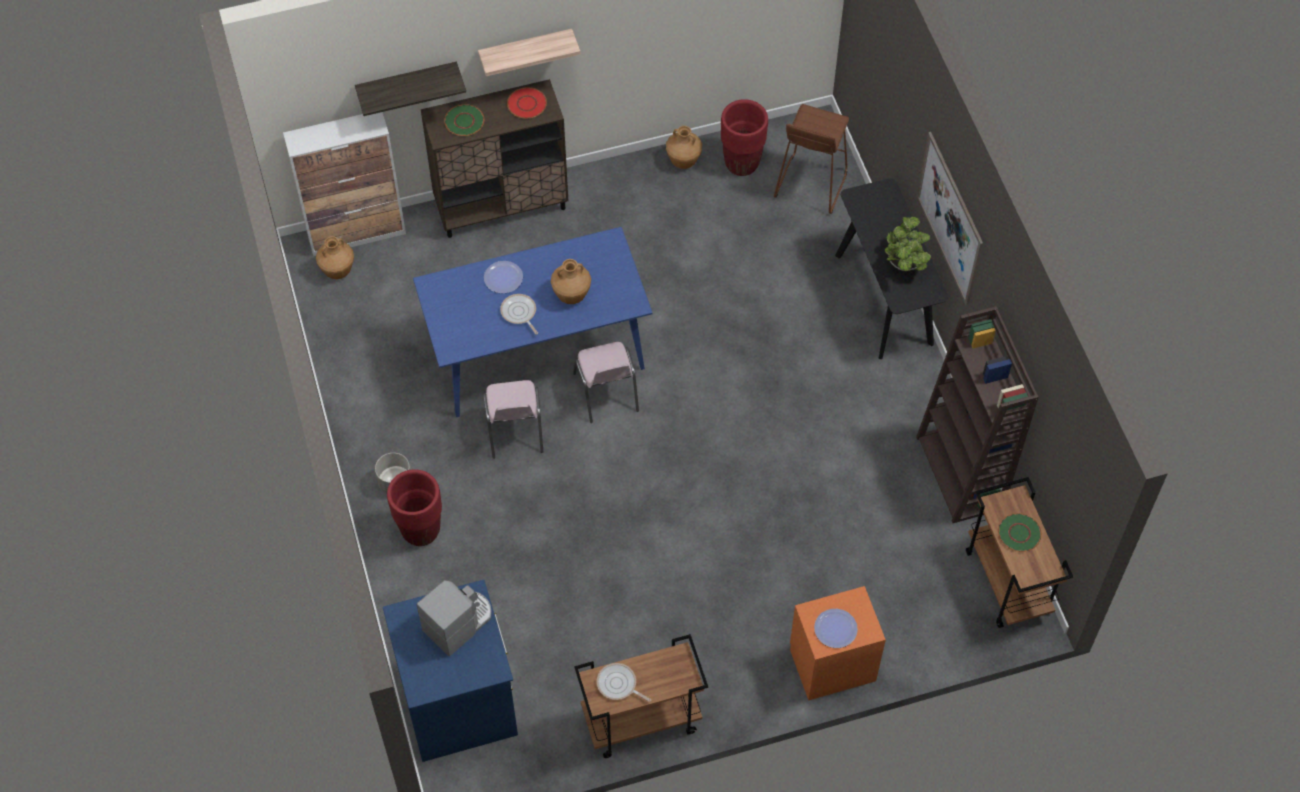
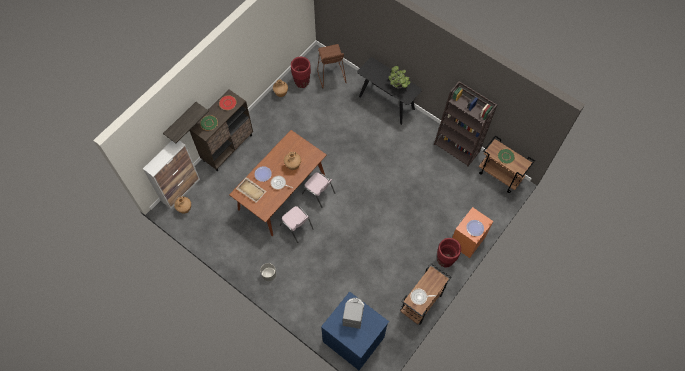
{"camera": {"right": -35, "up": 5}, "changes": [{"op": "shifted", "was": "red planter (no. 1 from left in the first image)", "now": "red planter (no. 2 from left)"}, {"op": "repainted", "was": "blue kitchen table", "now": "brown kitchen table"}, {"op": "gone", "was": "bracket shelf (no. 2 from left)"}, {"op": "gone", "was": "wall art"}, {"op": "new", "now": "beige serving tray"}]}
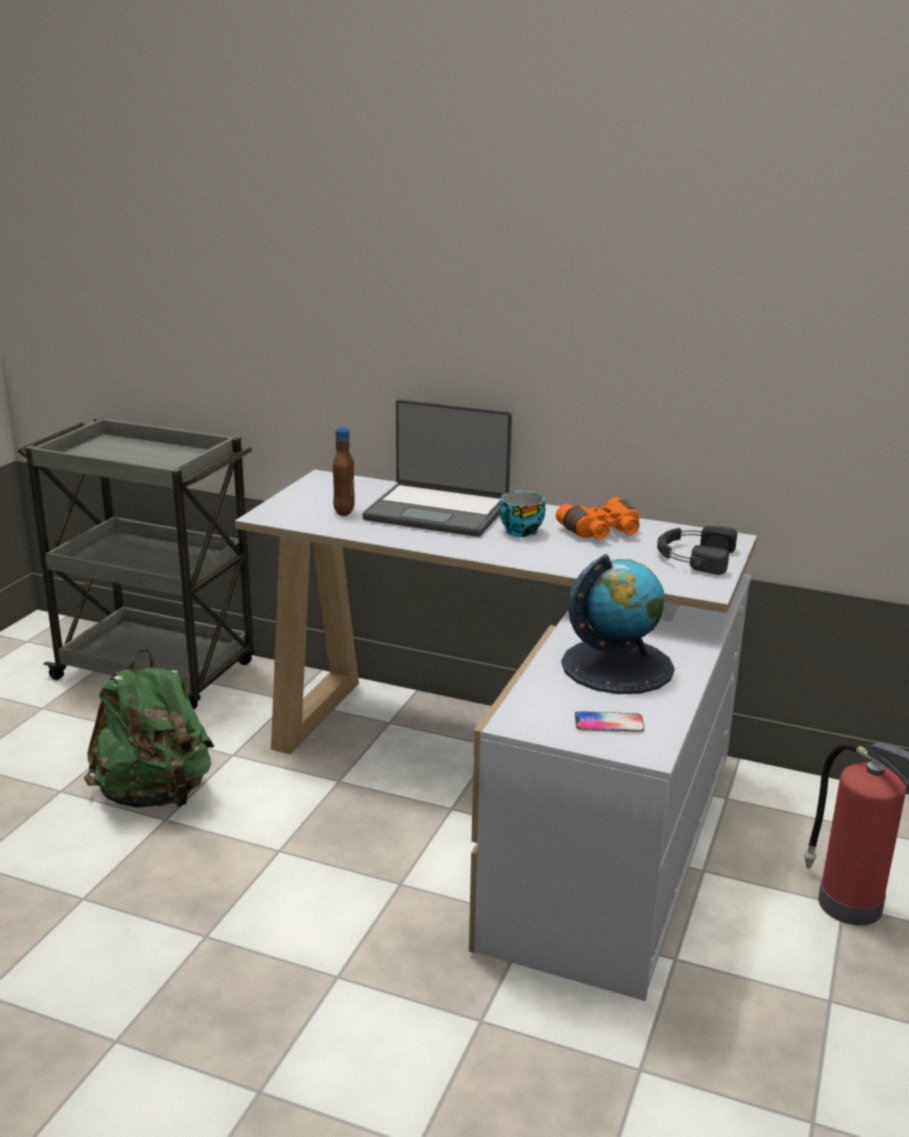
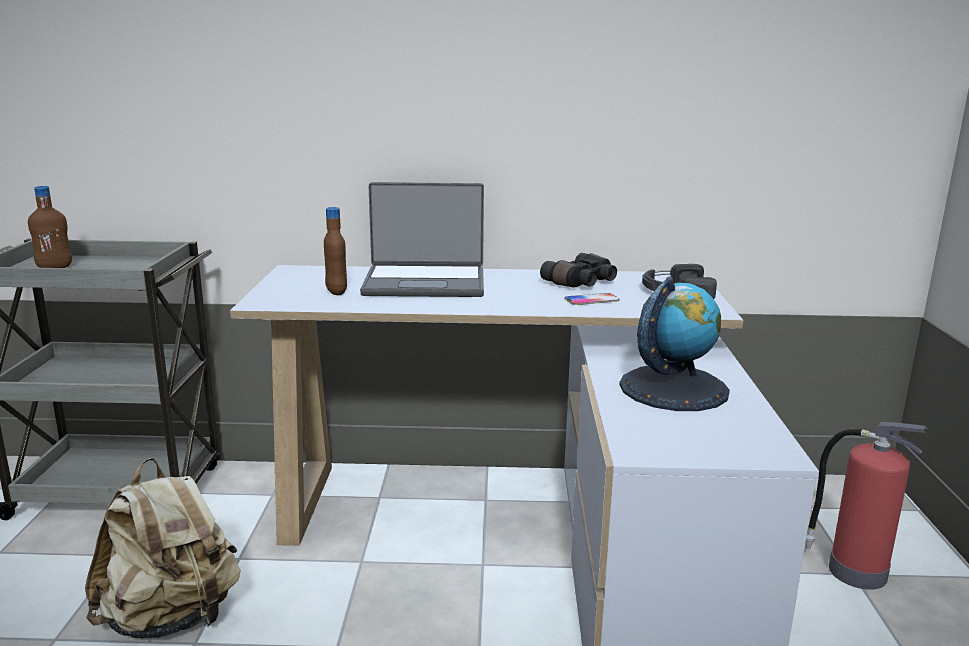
{"camera": {"right": -20, "up": -5}, "changes": [{"op": "repainted", "was": "green-coloured rucksack", "now": "beige rucksack"}, {"op": "gone", "was": "cup"}, {"op": "repainted", "was": "orange-coloured binoculars", "now": "blackish binoculars"}, {"op": "shifted", "was": "telephone"}, {"op": "new", "now": "brown beverage bottle (no. 1 from left)"}]}
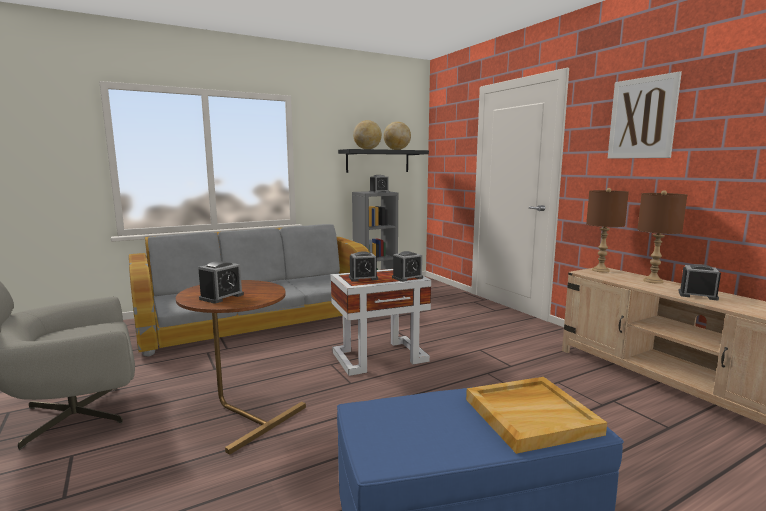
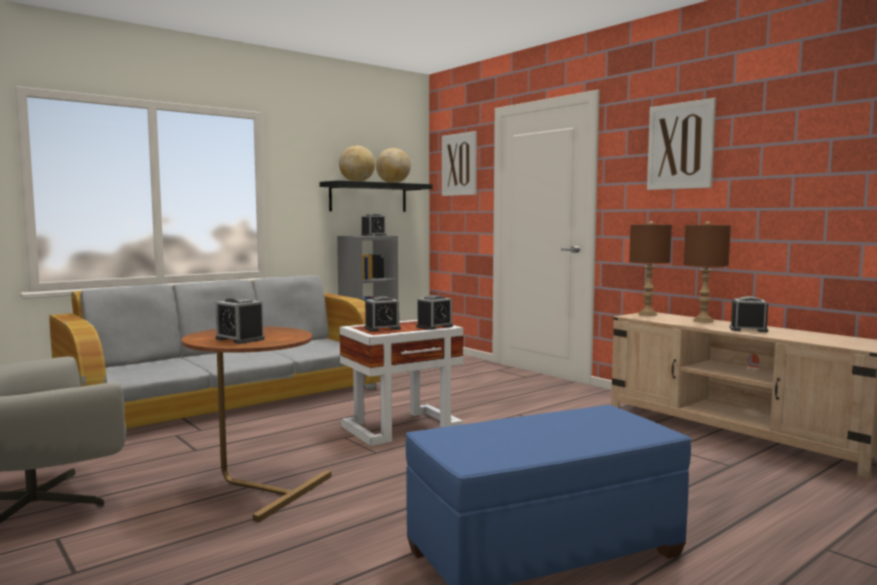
{"camera": {"right": -10, "up": -5}, "changes": [{"op": "rotated", "was": "bedside clock (no. 1 from left)", "clockwise": 105}, {"op": "gone", "was": "beige serving tray"}, {"op": "new", "now": "wall art (no. 1 from left)"}]}
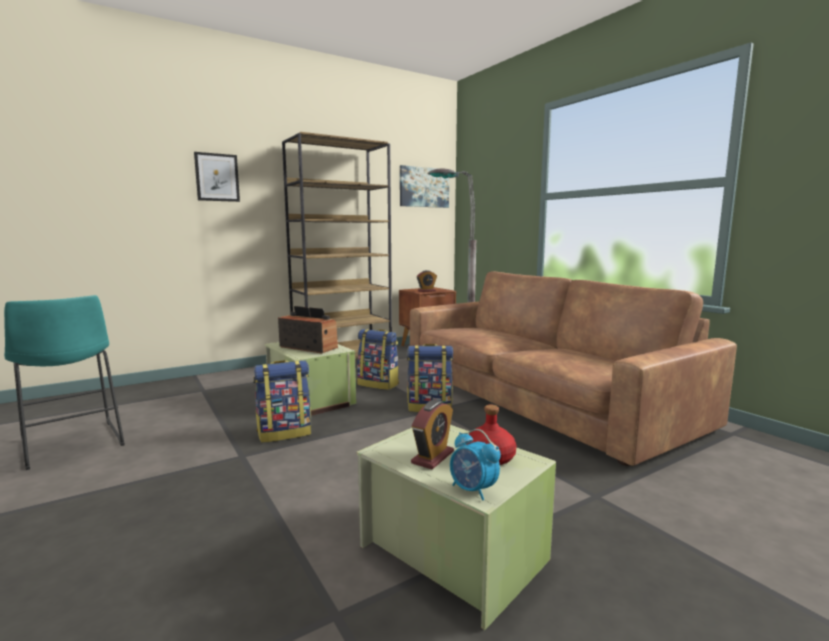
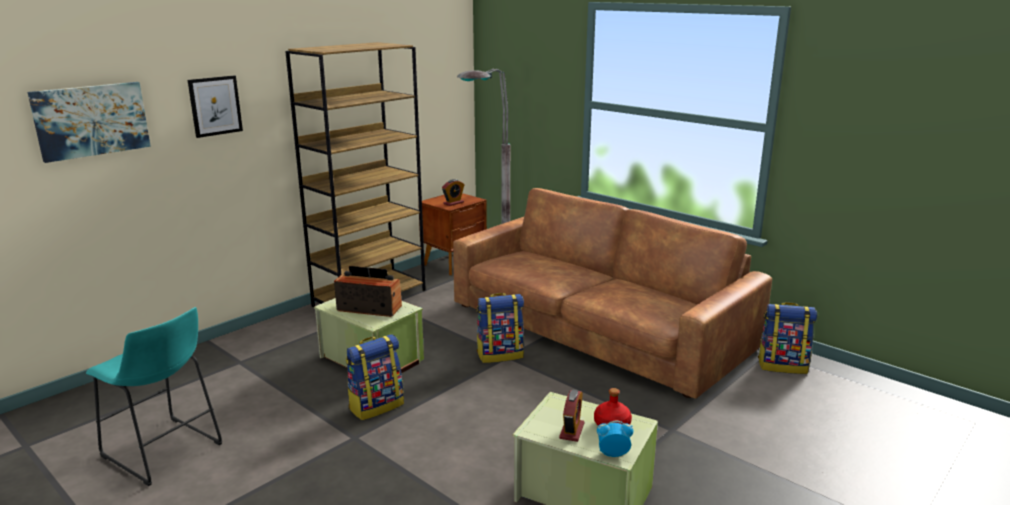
{"camera": {"right": -15, "up": 10}, "changes": [{"op": "shifted", "was": "rucksack (no. 2 from left in the first image)", "now": "rucksack (no. 3 from left)"}, {"op": "shifted", "was": "wall art (no. 2 from left in the first image)", "now": "wall art (no. 1 from left)"}, {"op": "rotated", "was": "bedside clock (no. 3 from left)", "clockwise": 150}]}
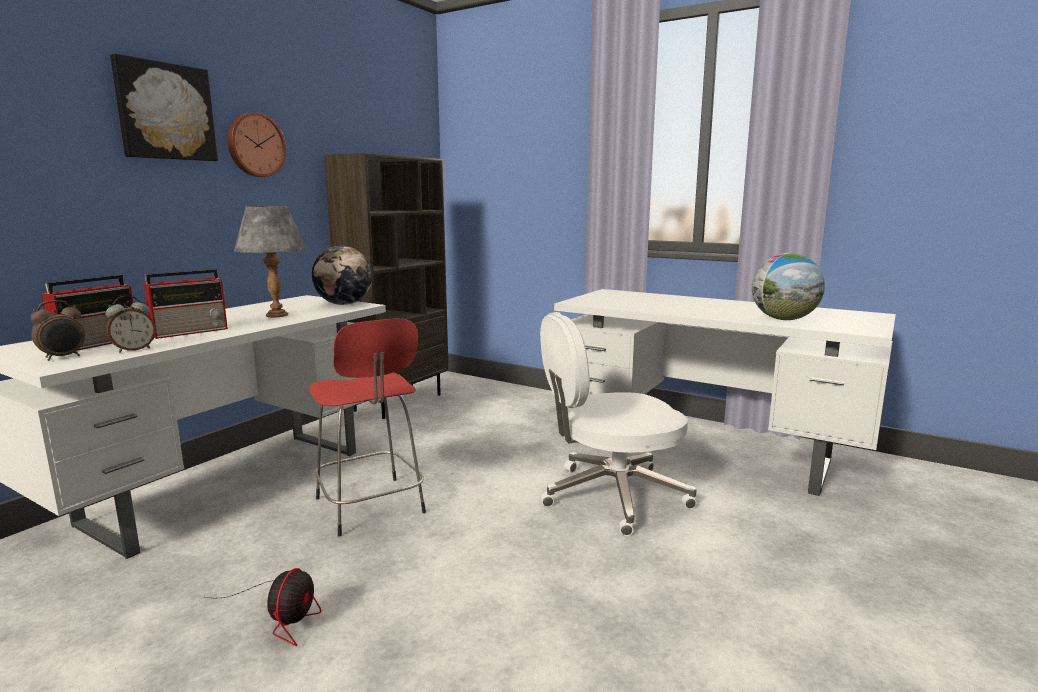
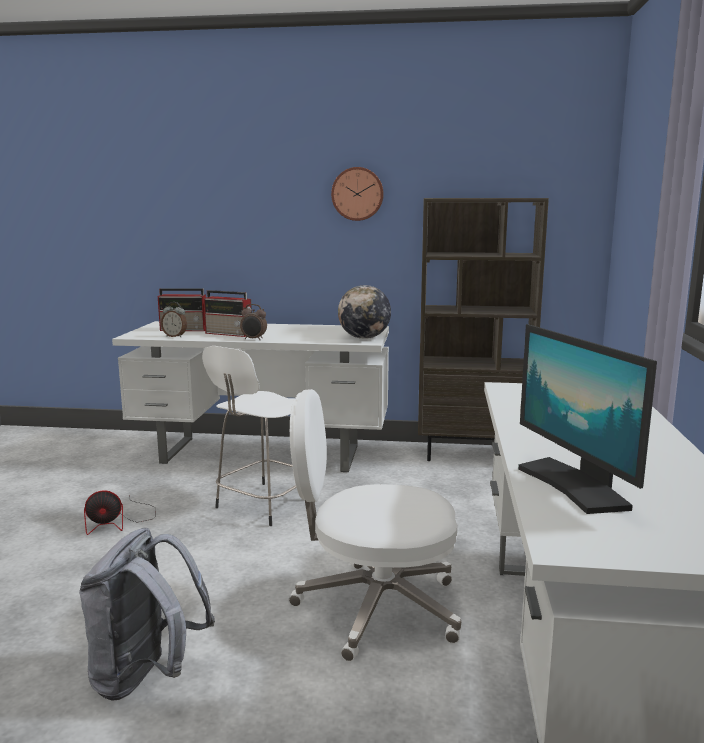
{"camera": {"right": 65, "up": 0}, "changes": [{"op": "shifted", "was": "bedside clock (no. 1 from left in the first image)", "now": "bedside clock (no. 2 from left)"}, {"op": "gone", "was": "wall art"}, {"op": "gone", "was": "gray tabletop lamp"}, {"op": "repainted", "was": "red sitting stool", "now": "white-coloured sitting stool"}, {"op": "rotated", "was": "white-coloured computer chair", "clockwise": -45}, {"op": "swapped", "was": "globe (no. 2 from left)", "now": "computer display"}, {"op": "new", "now": "gray rucksack"}]}
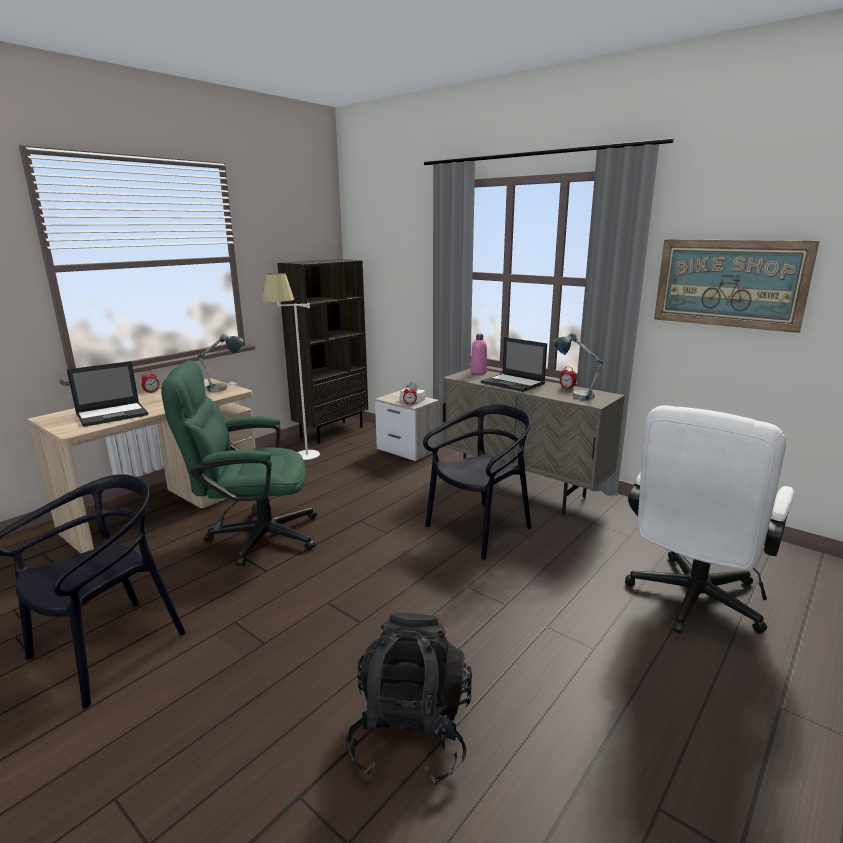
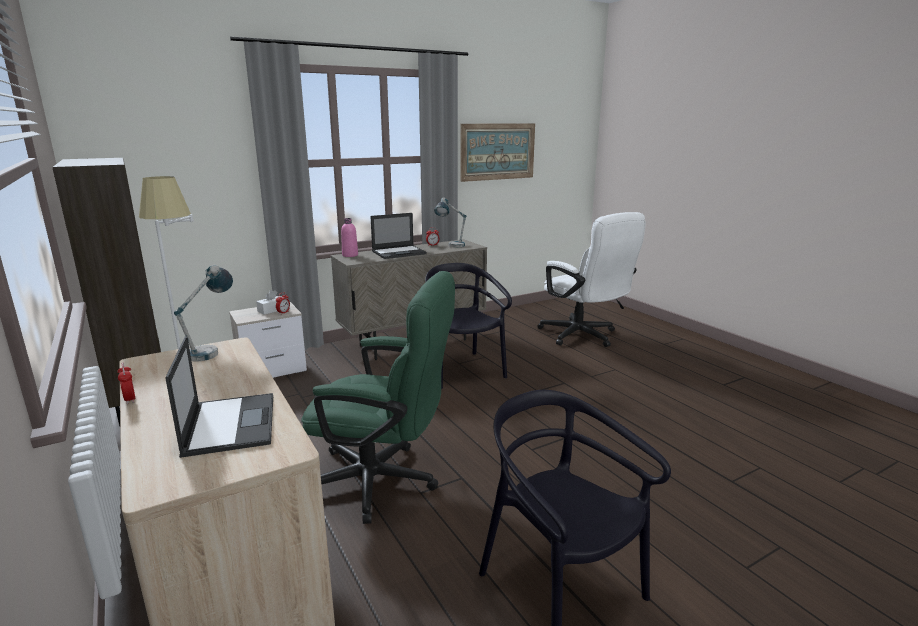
{"camera": {"right": -70, "up": 0}, "changes": [{"op": "rotated", "was": "green-coloured computer chair", "clockwise": -90}, {"op": "gone", "was": "blackish rucksack"}]}
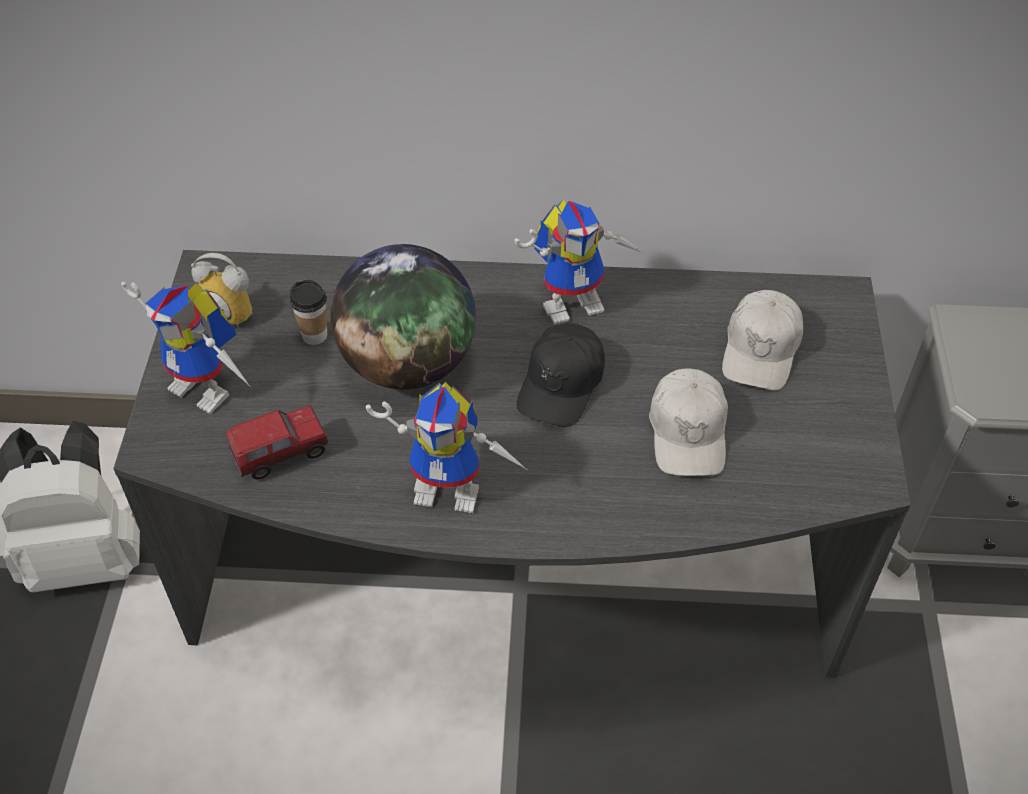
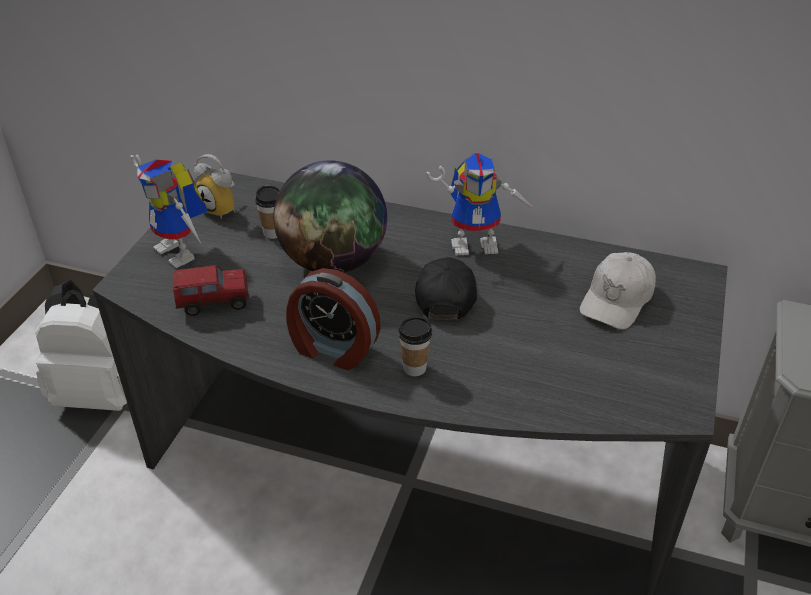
{"camera": {"right": 15, "up": -10}, "changes": [{"op": "swapped", "was": "robot figure (no. 2 from left)", "now": "bedside clock (no. 2 from left)"}, {"op": "rotated", "was": "blackish baseball cap", "clockwise": 150}, {"op": "gone", "was": "white-coloured baseball cap (no. 1 from left)"}, {"op": "new", "now": "cup (no. 2 from left)"}]}
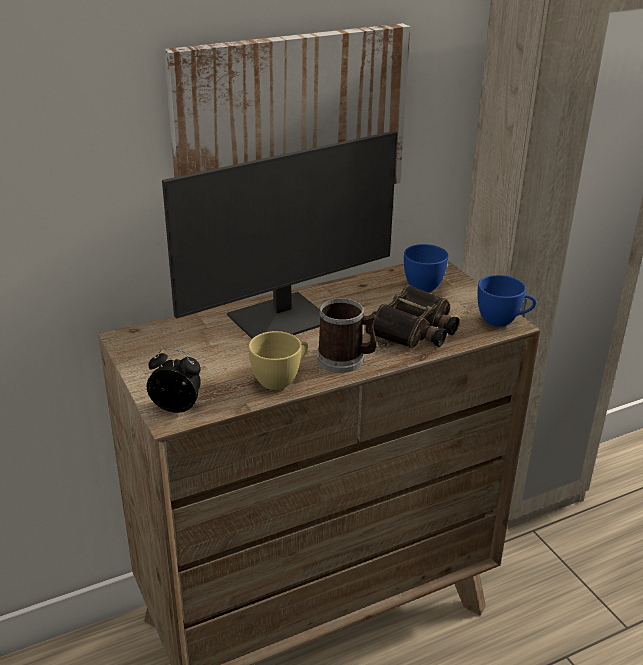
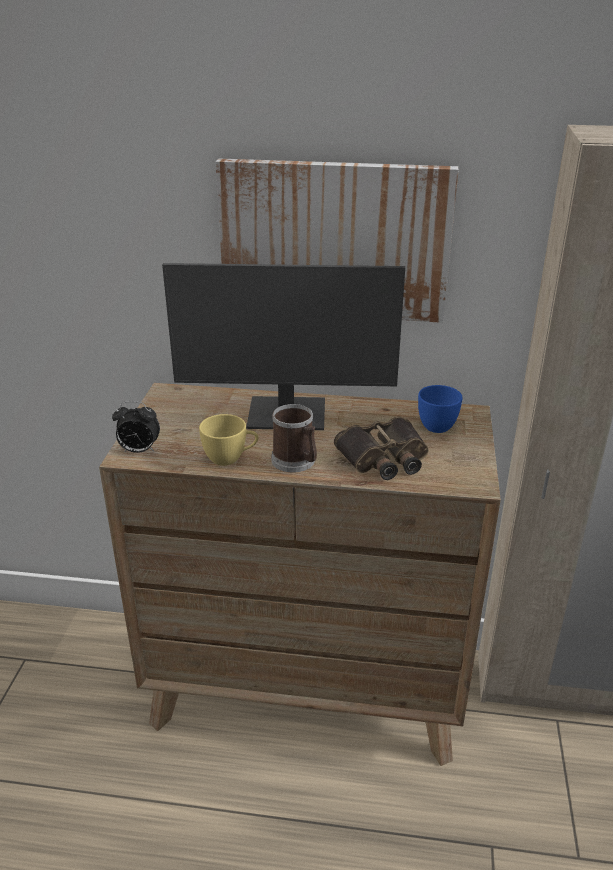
{"camera": {"right": 35, "up": 0}, "changes": [{"op": "rotated", "was": "bedside clock", "clockwise": 135}, {"op": "gone", "was": "blue cup (no. 2 from left)"}]}
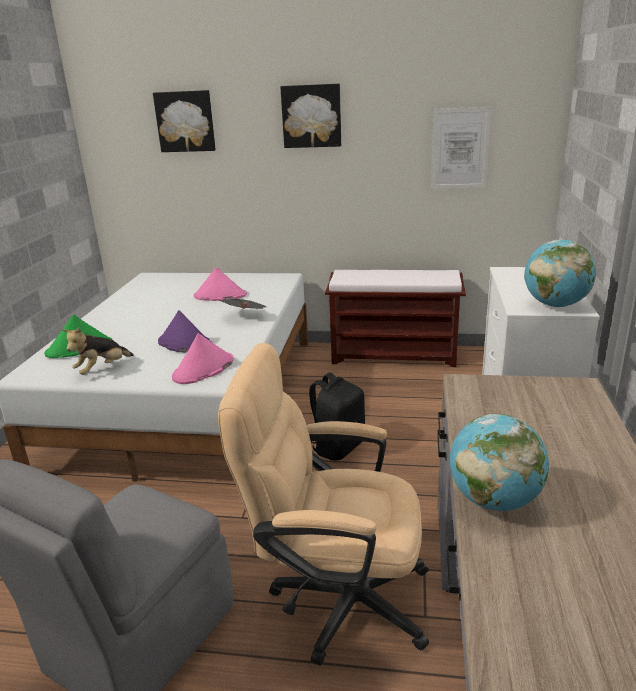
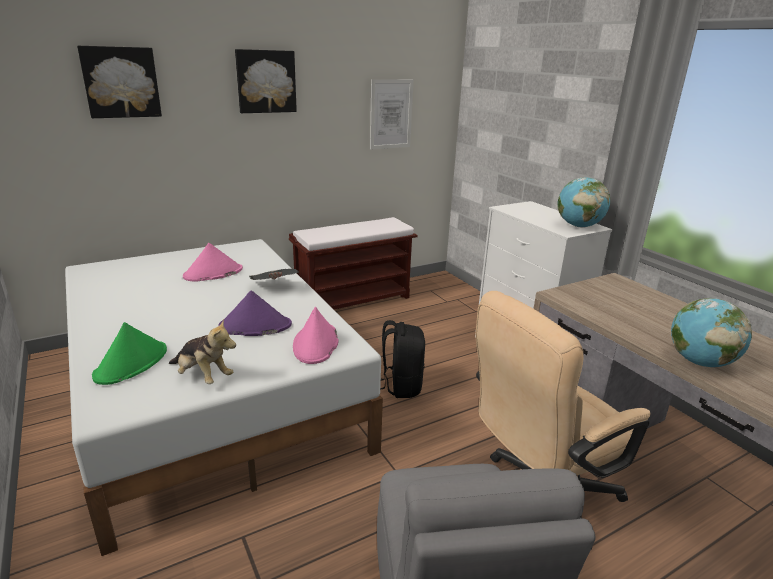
{"camera": {"right": -40, "up": 0}, "changes": [{"op": "rotated", "was": "cuddly toy", "clockwise": -60}]}
